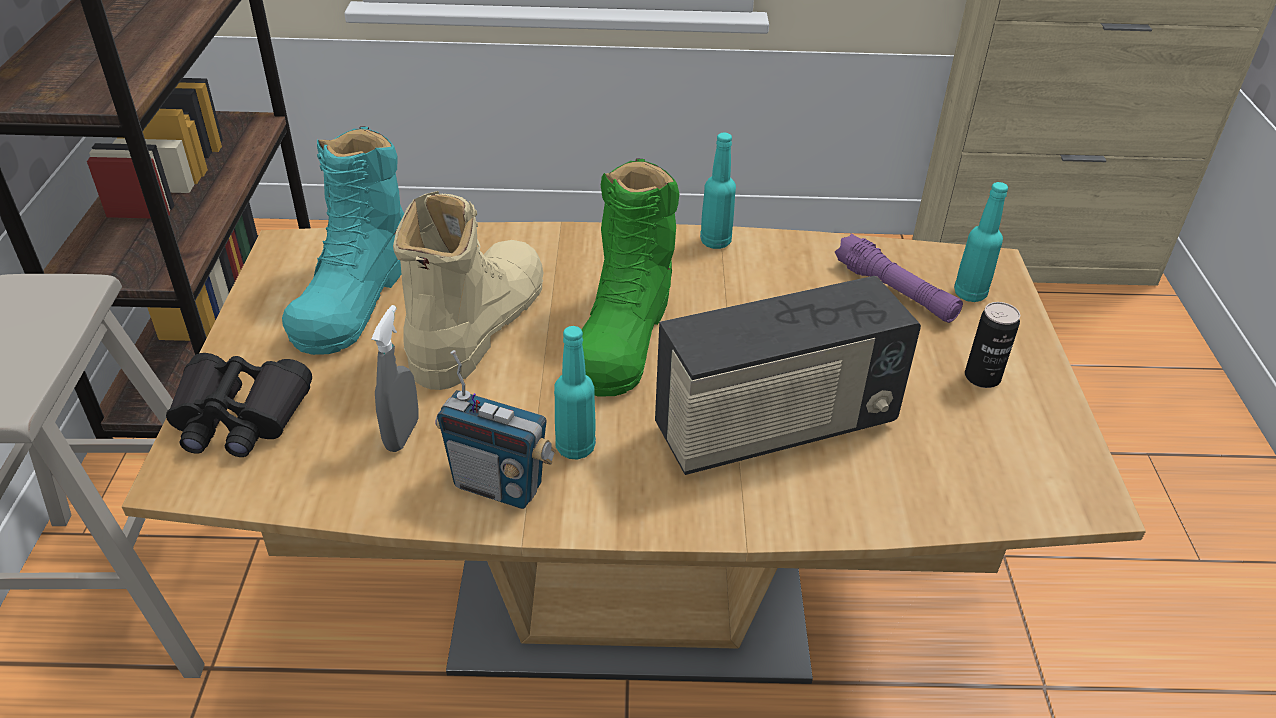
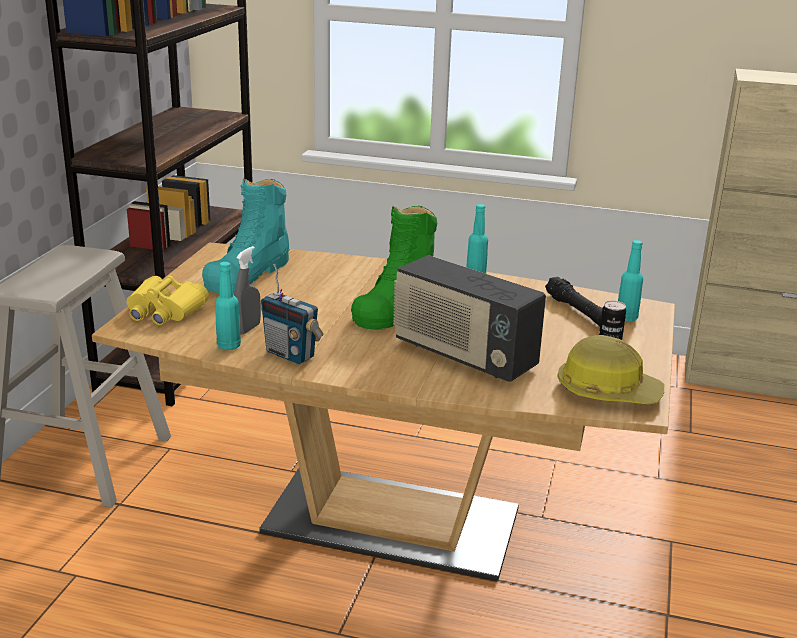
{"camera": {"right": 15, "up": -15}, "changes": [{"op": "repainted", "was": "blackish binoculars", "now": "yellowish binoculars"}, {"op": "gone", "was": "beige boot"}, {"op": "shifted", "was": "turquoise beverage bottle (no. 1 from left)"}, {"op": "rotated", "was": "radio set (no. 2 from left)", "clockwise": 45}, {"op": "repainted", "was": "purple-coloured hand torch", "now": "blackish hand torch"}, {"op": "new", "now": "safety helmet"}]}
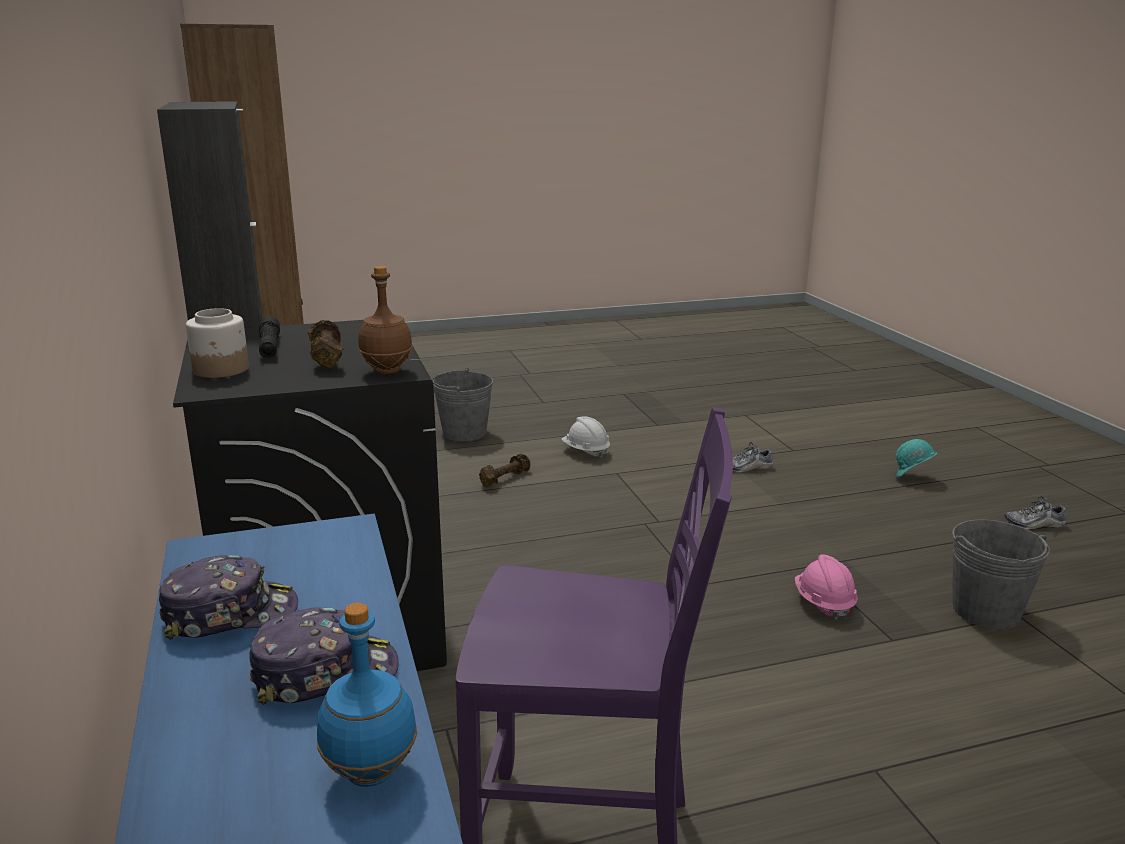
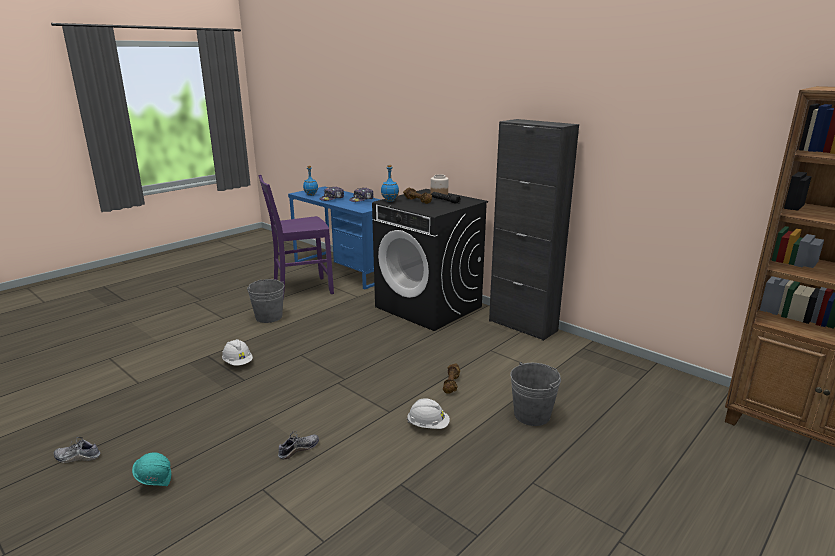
{"camera": {"right": 150, "up": 0}, "changes": [{"op": "repainted", "was": "brown beverage bottle", "now": "blue beverage bottle (no. 2 from left)"}, {"op": "repainted", "was": "pink safety helmet", "now": "white-coloured safety helmet (no. 1 from left)"}, {"op": "shifted", "was": "gray pail (no. 2 from left in the first image)", "now": "gray pail (no. 1 from left)"}, {"op": "rotated", "was": "item of footwear (no. 2 from left in the first image)", "clockwise": -150}]}
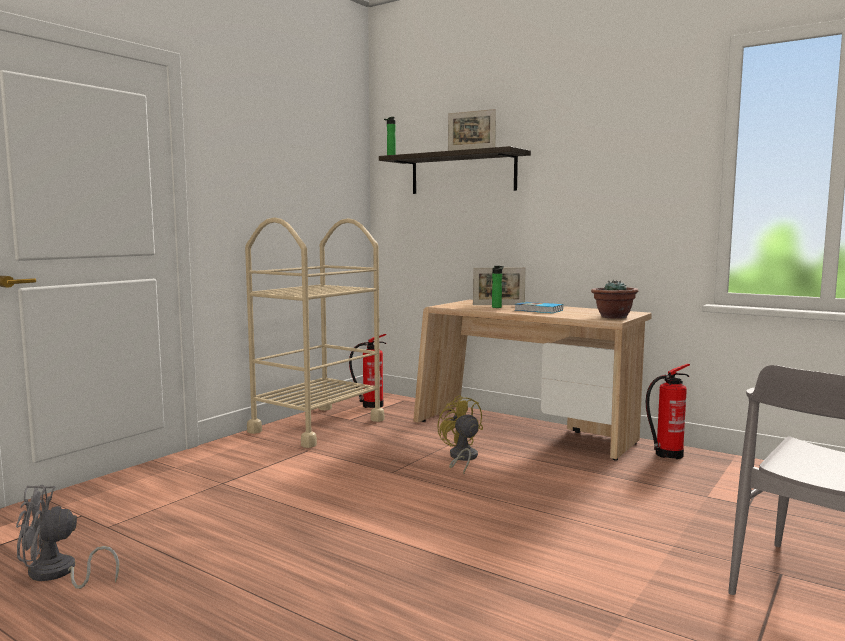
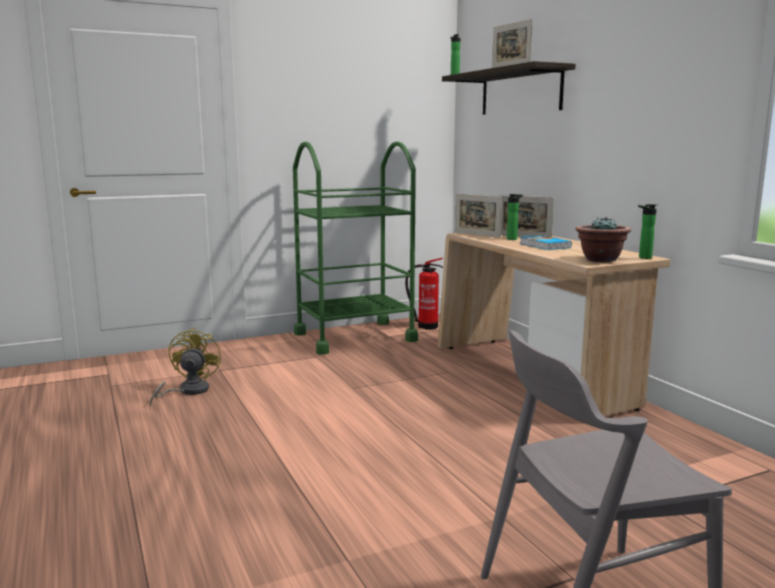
{"camera": {"right": 30, "up": 5}, "changes": [{"op": "gone", "was": "gray cooling fan"}, {"op": "repainted", "was": "beige wheeled cart", "now": "green-coloured wheeled cart"}, {"op": "shifted", "was": "yellowish cooling fan"}, {"op": "gone", "was": "fire extinguisher (no. 2 from left)"}, {"op": "new", "now": "standing frame (no. 1 from left)"}, {"op": "new", "now": "beverage bottle (no. 3 from left)"}]}
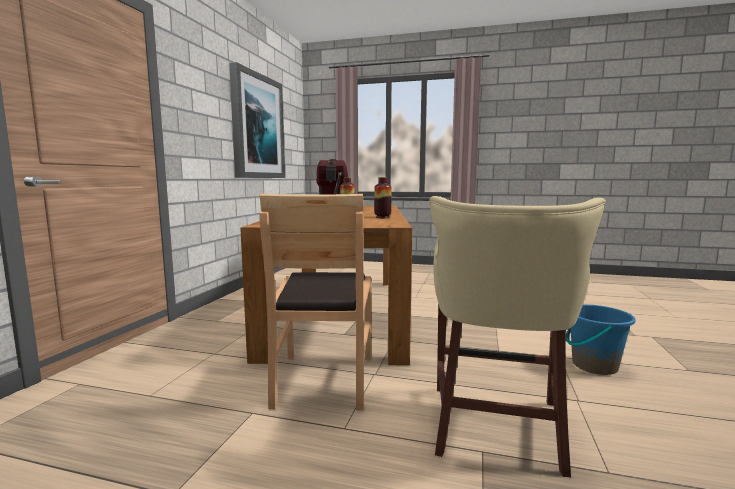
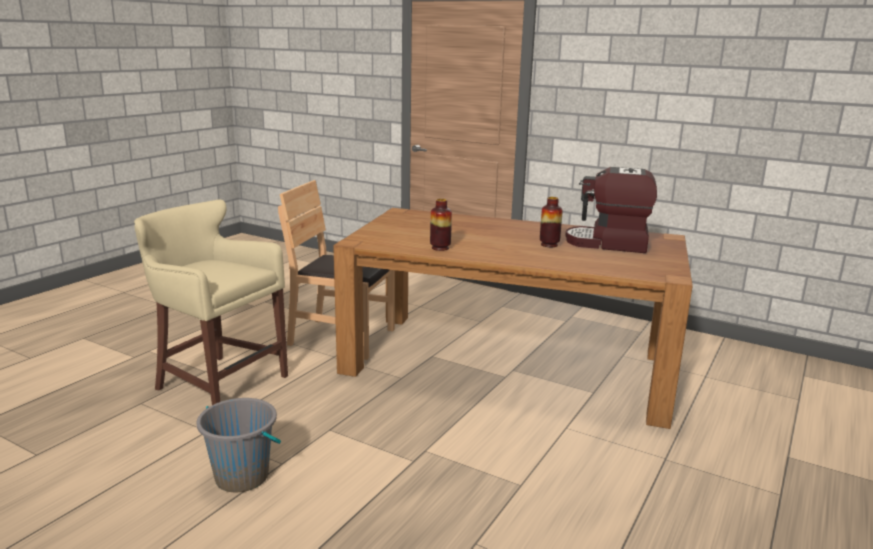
{"camera": {"right": 105, "up": 10}, "changes": [{"op": "gone", "was": "wall art"}, {"op": "repainted", "was": "blue pail", "now": "gray pail"}]}
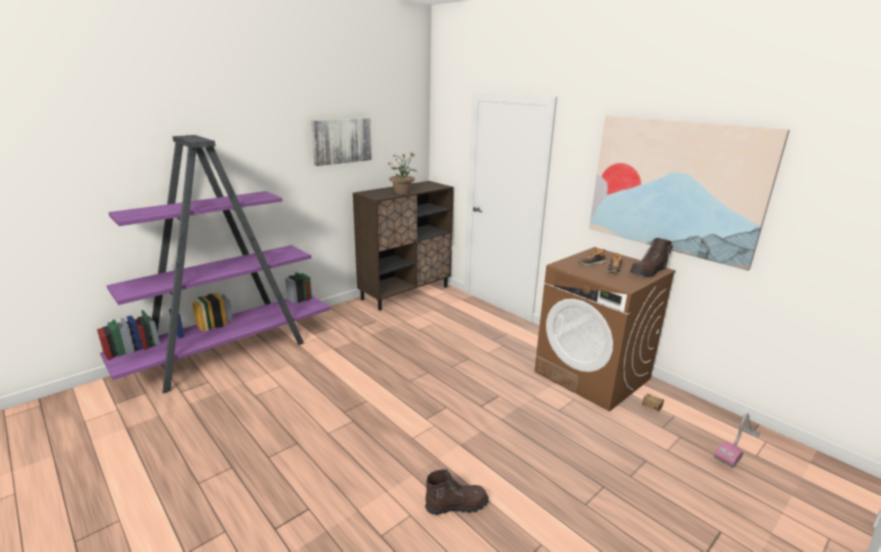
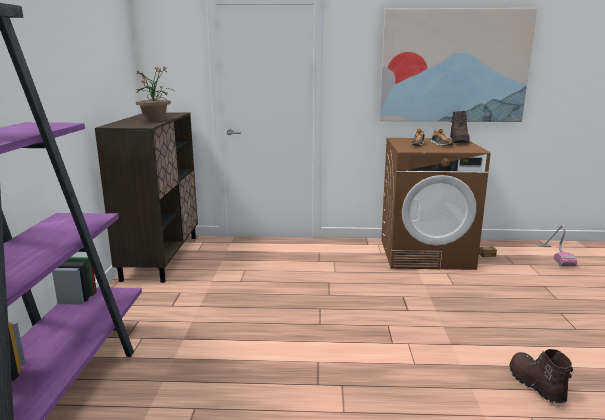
{"camera": {"right": -45, "up": -5}, "changes": [{"op": "gone", "was": "wall art (no. 1 from left)"}, {"op": "rotated", "was": "brown boot (no. 1 from left in the first image)", "clockwise": -45}]}
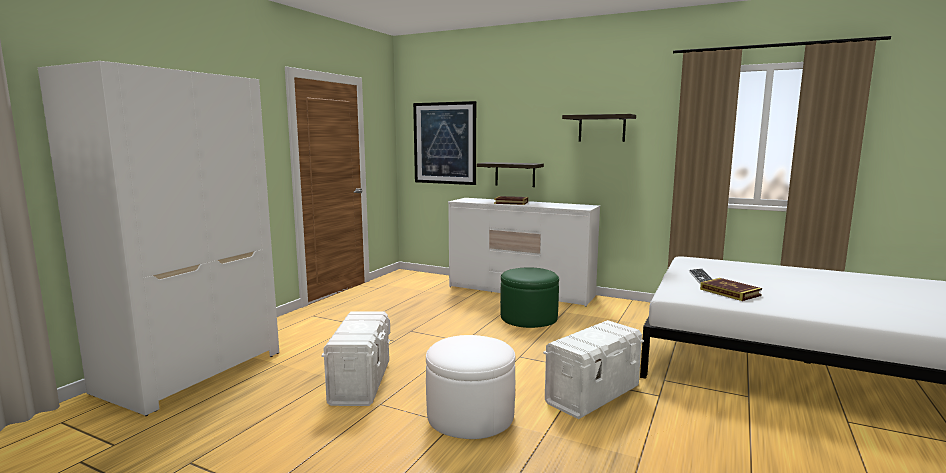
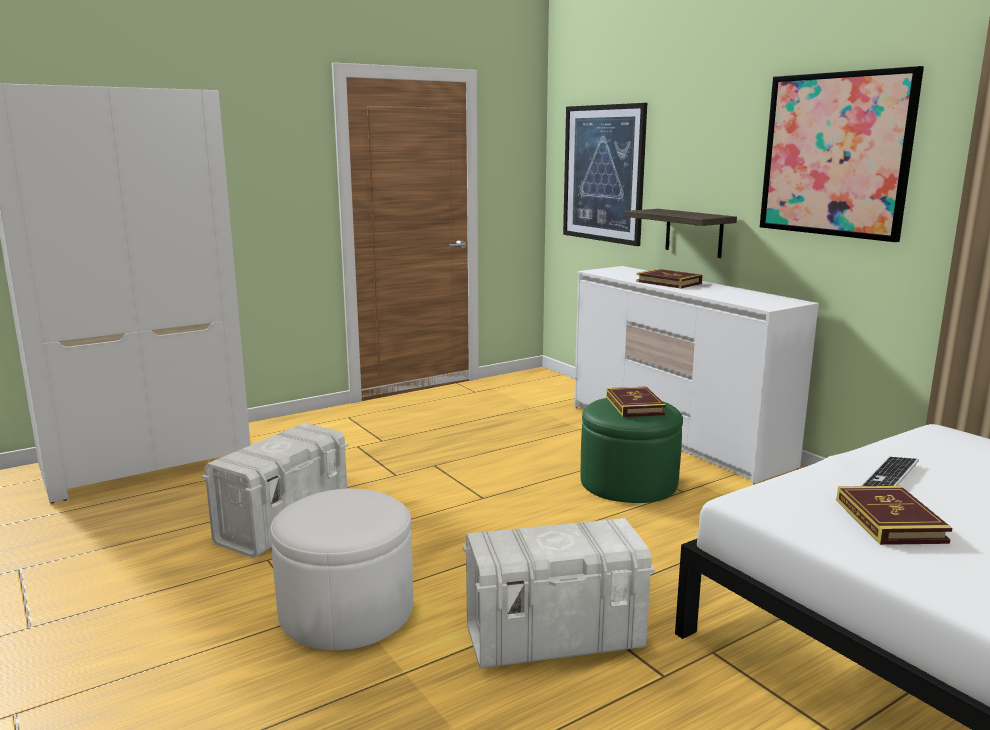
{"camera": {"right": 30, "up": 5}, "changes": [{"op": "swapped", "was": "bracket shelf (no. 2 from left)", "now": "wall art (no. 2 from left)"}, {"op": "new", "now": "bound book (no. 1 from left)"}]}
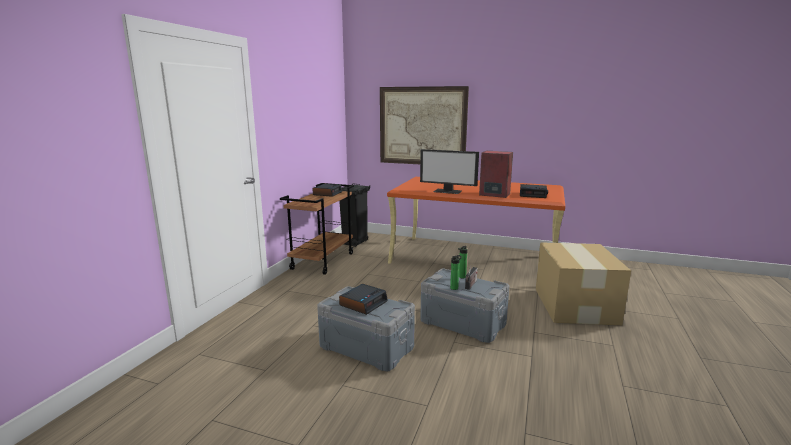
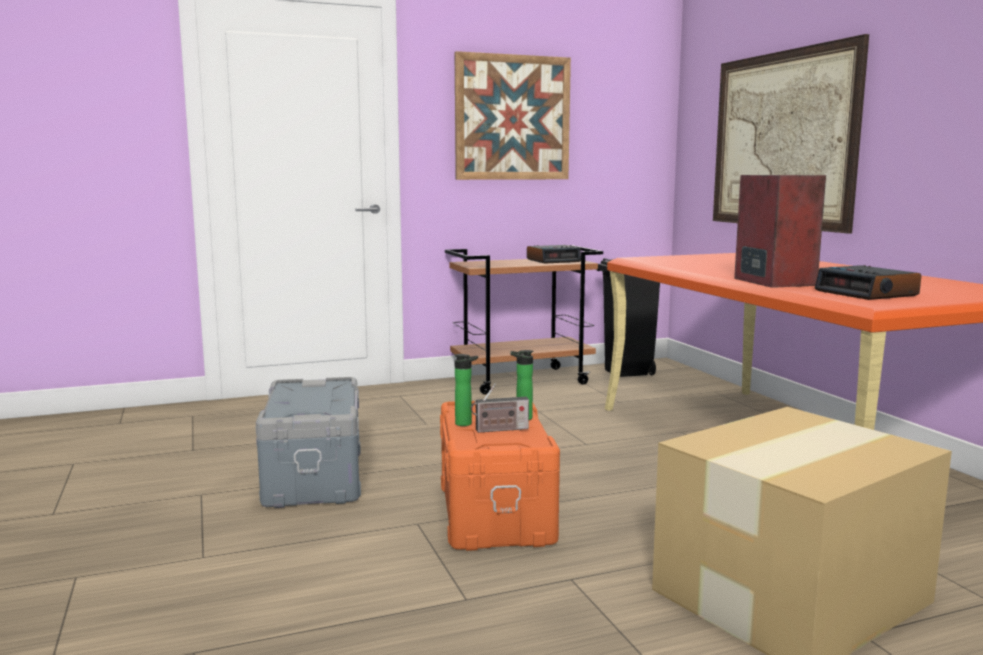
{"camera": {"right": 50, "up": -5}, "changes": [{"op": "gone", "was": "bedside clock (no. 2 from left)"}, {"op": "gone", "was": "computer display"}, {"op": "repainted", "was": "gray storage container (no. 2 from left)", "now": "orange-coloured storage container"}, {"op": "new", "now": "wall art (no. 1 from left)"}]}
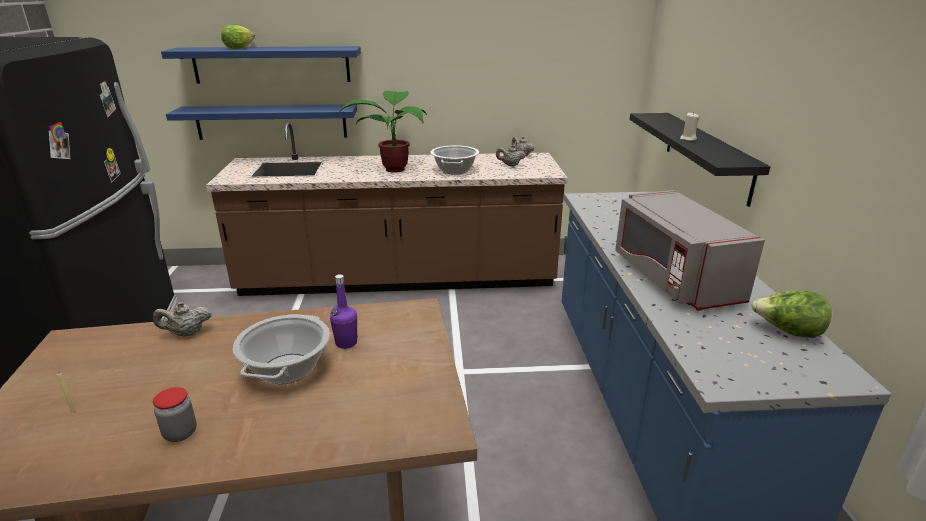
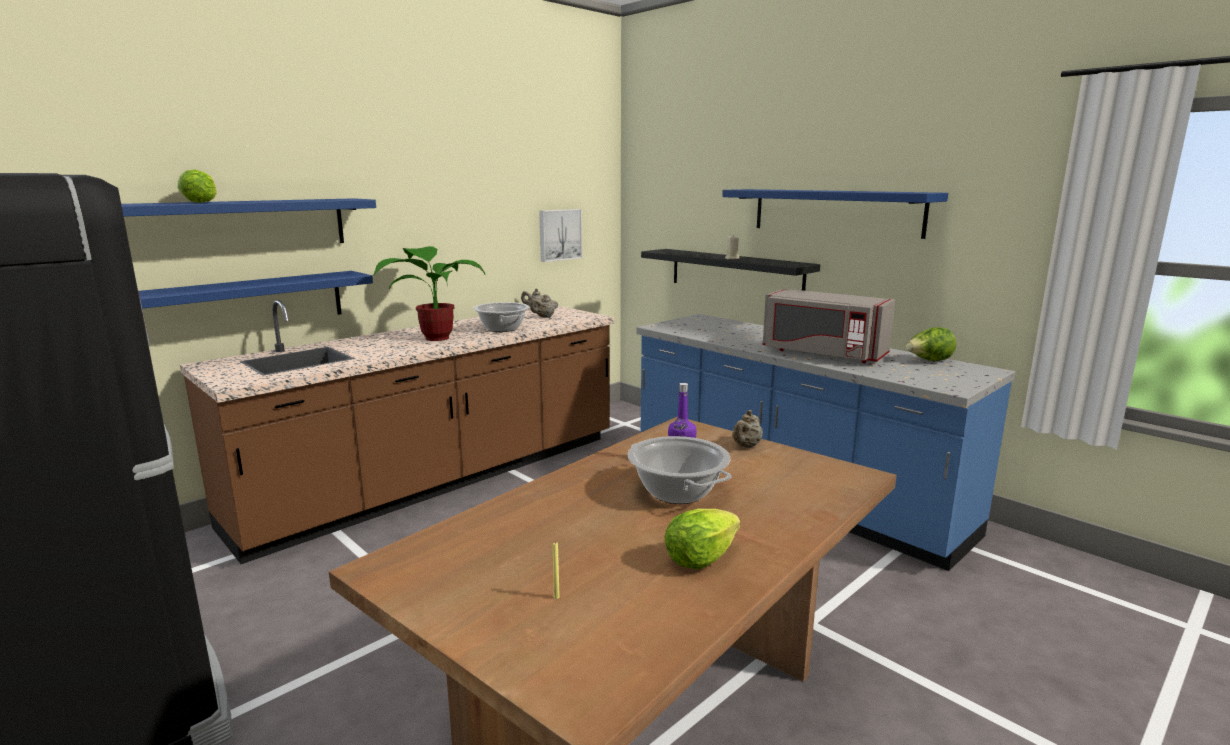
{"camera": {"right": -40, "up": -10}, "changes": [{"op": "shifted", "was": "beige teapot (no. 1 from left in the first image)", "now": "beige teapot (no. 3 from left)"}, {"op": "swapped", "was": "preserve jar", "now": "head of lettuce (no. 2 from left)"}, {"op": "new", "now": "wall art"}, {"op": "new", "now": "blue bracket shelf (no. 3 from left)"}]}
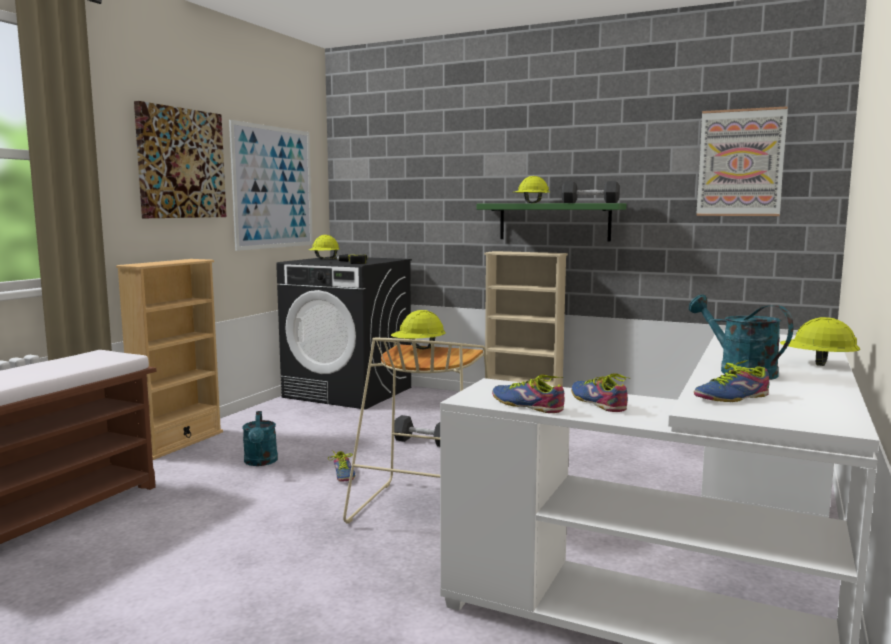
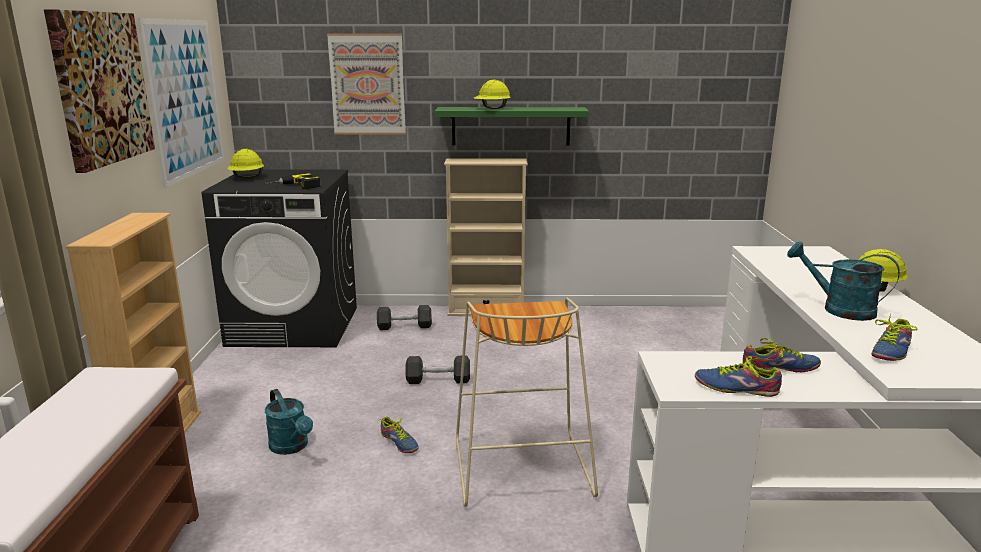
{"camera": {"right": -25, "up": 10}, "changes": [{"op": "gone", "was": "yellowish safety helmet (no. 2 from left)"}, {"op": "shifted", "was": "blackish free weight (no. 2 from left in the first image)", "now": "blackish free weight (no. 1 from left)"}, {"op": "rotated", "was": "item of footwear (no. 3 from left)", "clockwise": 135}, {"op": "shifted", "was": "wall art (no. 3 from left)"}]}
